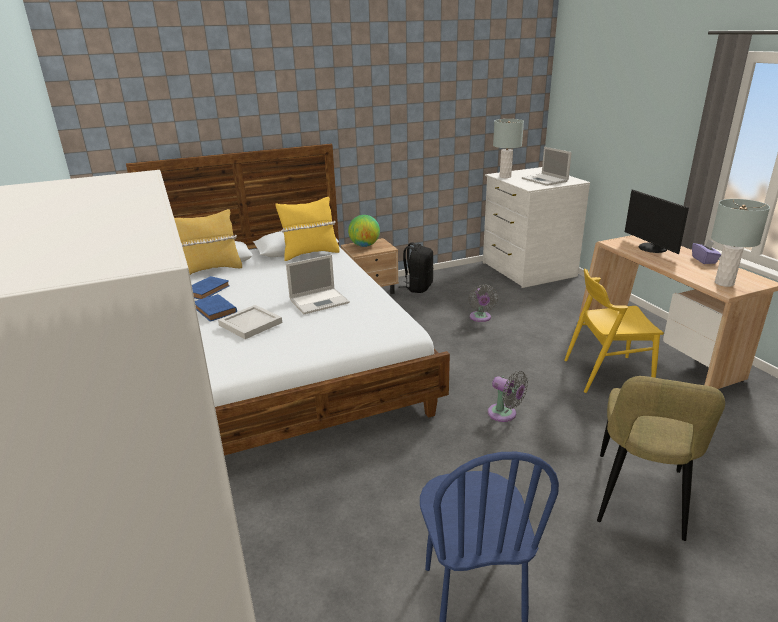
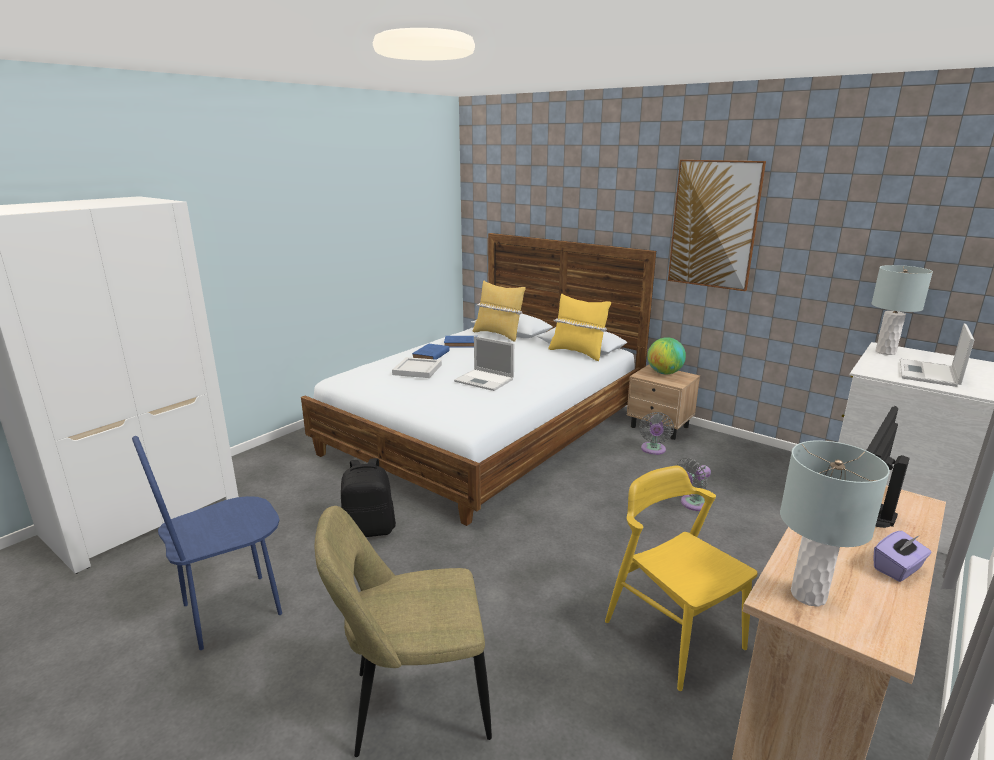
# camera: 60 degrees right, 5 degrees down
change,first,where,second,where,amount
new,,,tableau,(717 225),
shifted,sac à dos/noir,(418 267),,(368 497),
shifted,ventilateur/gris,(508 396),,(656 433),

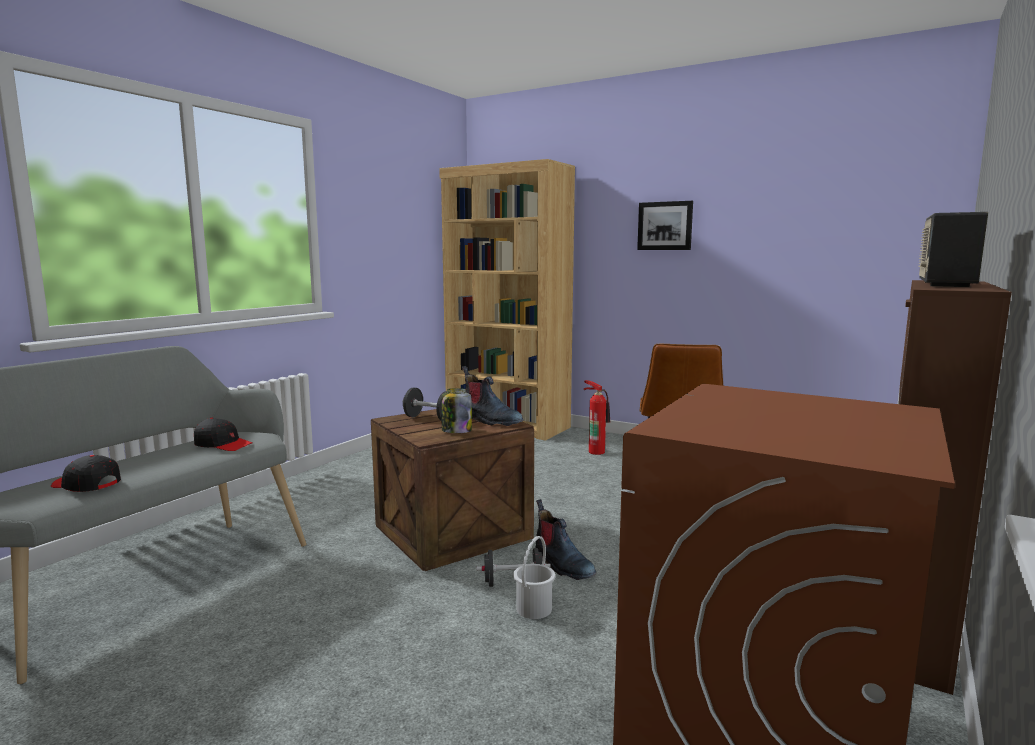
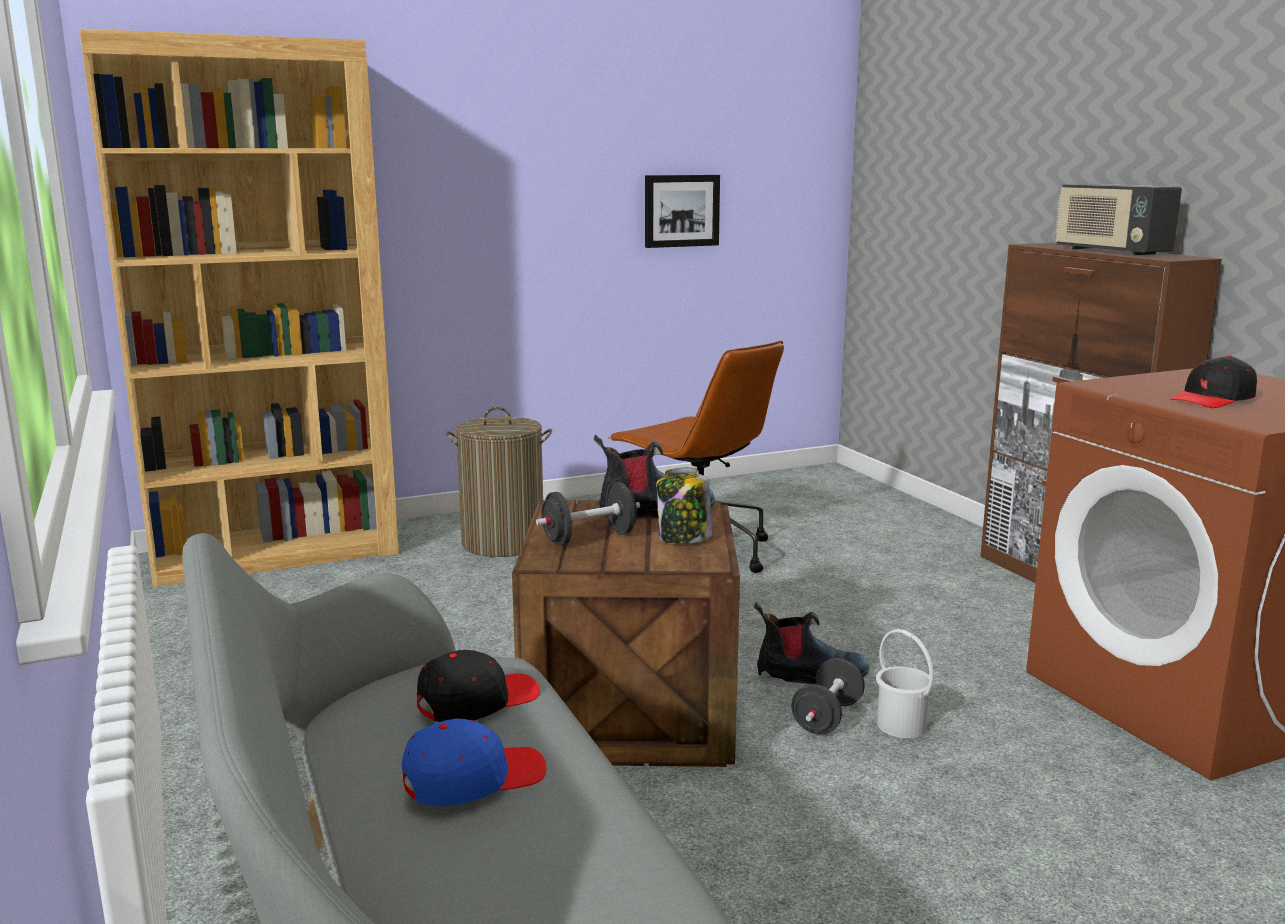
# camera: 55 degrees left, 5 degrees up
change,first,where,second,where,amount
new,,,casquette/bleu,(474 763),
shifted,casquette/noir,(86 473),,(1213 381),
shifted,tableau,(665 225),,(682 211),
swapped,extincteur,(597 417),panier à linge,(499 482),

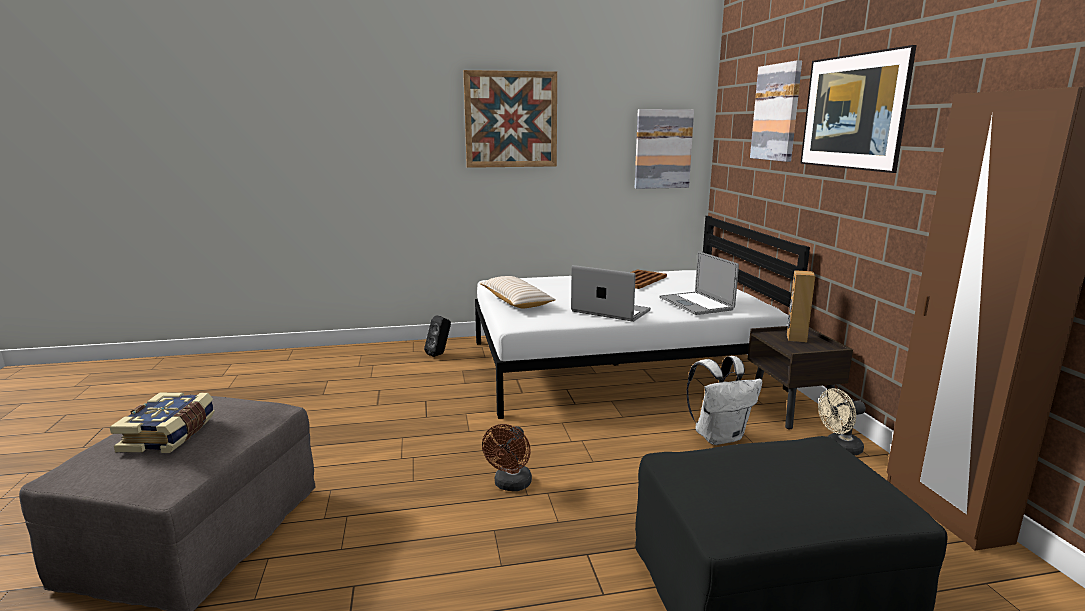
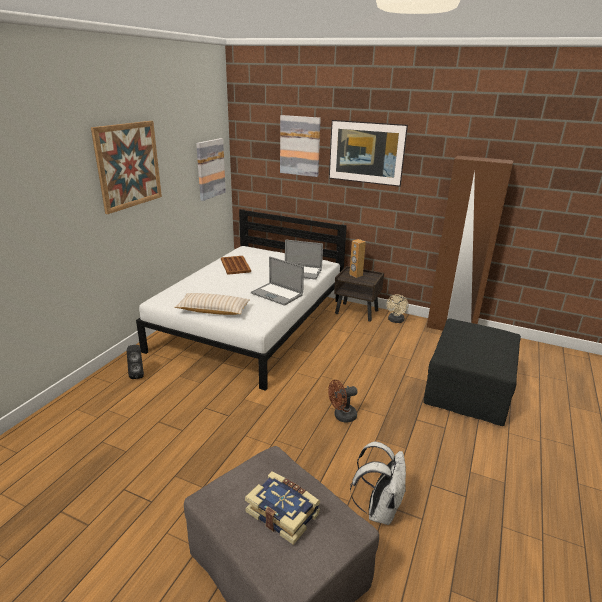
# camera: 55 degrees left, 10 degrees up
change,first,where,second,where,amount
shifted,sac à dos/blanc,(724 400),,(378 483),
rotated,ventilateur/marron,(507 457),,(343 401),105 degrees clockwise
rotated,ordinateur portable,(611 293),,(277 281),120 degrees counterclockwise

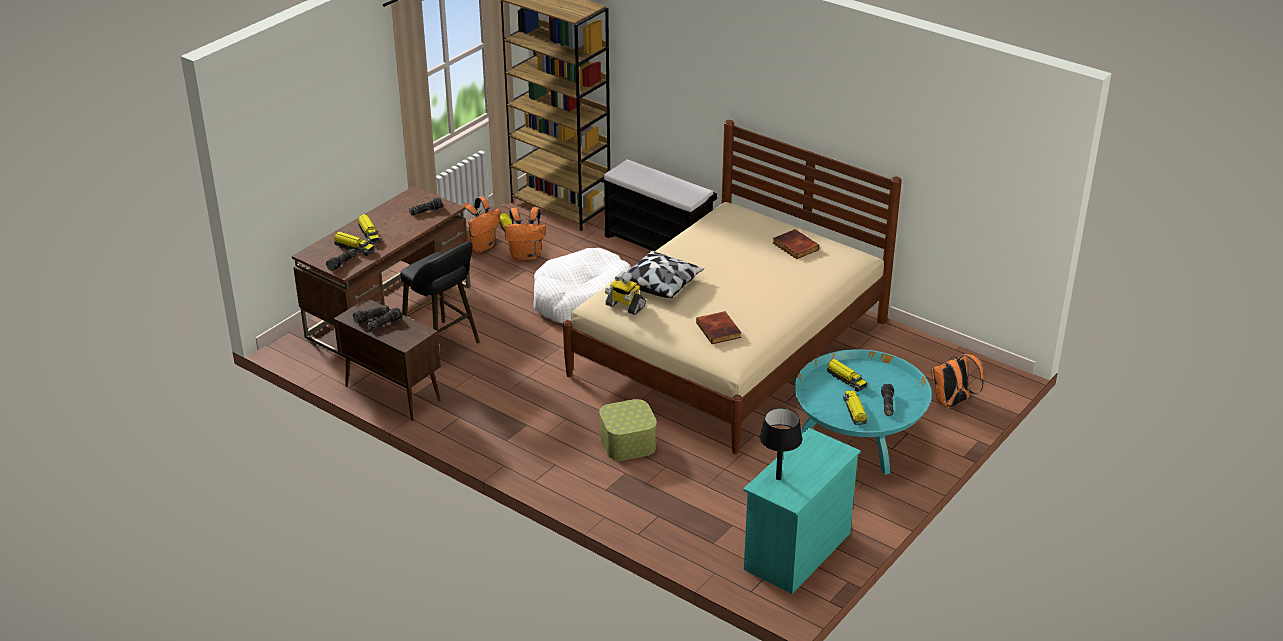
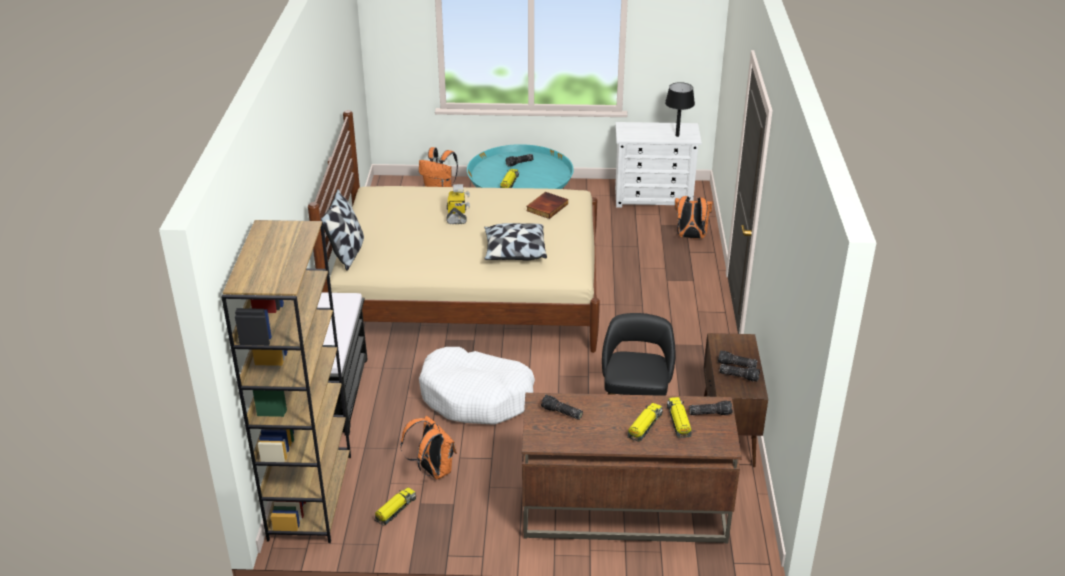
# camera: 125 degrees left, 0 degrees up
change,first,where,second,where,amount
gone,boîte de rangement,(628 430),,,
gone,livre,(796 244),,,
gone,camion jouet,(855 407),,,
new,,,coussin,(342 230),
shifted,sac à dos/orange,(479 224),,(694 217),
shifted,robot jouet,(625 293),,(458 204),
repainted,commode/turquoise,(802 511),commode/blanc,(658 164),

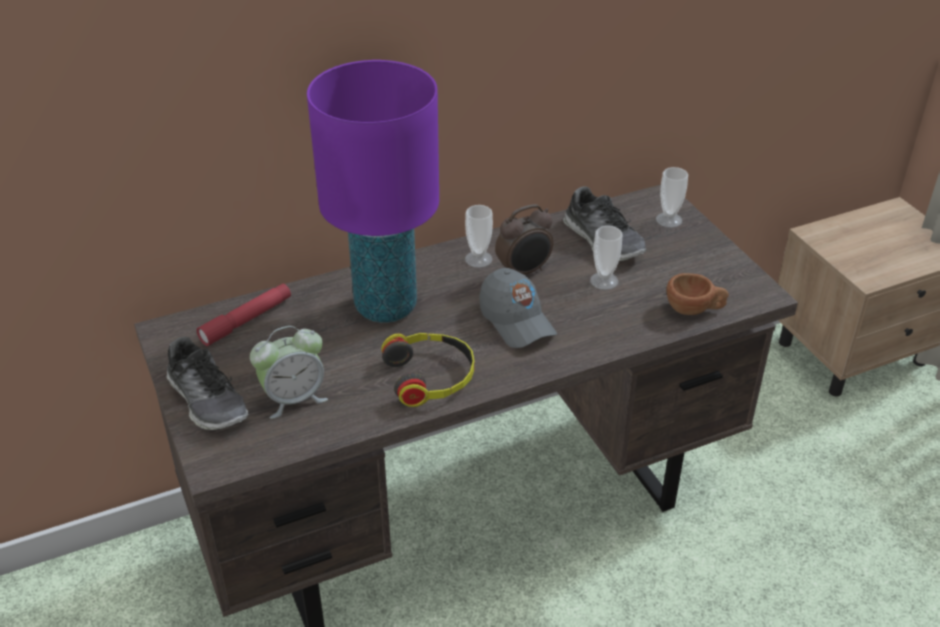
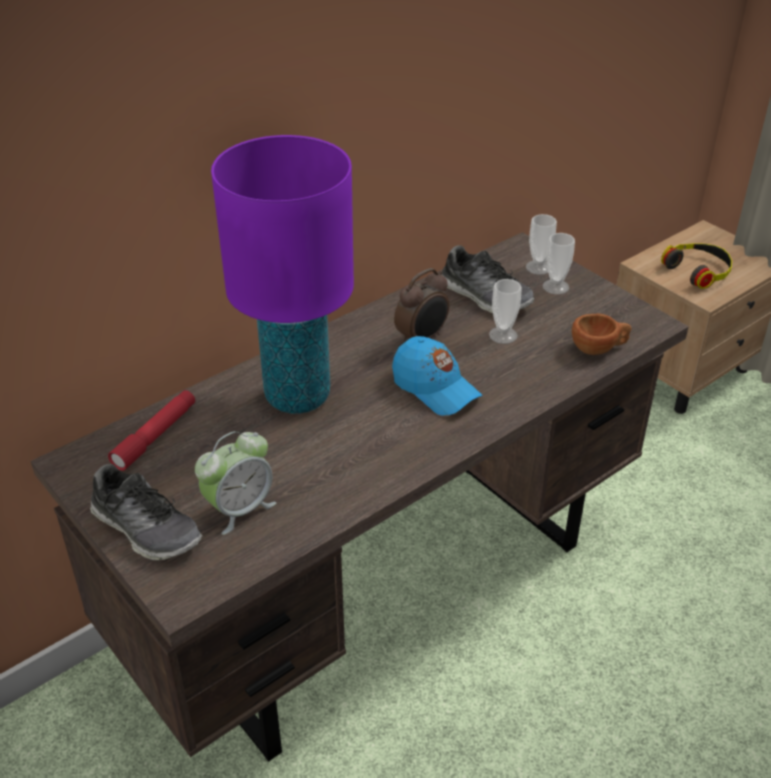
# camera: 15 degrees left, 0 degrees up
change,first,where,second,where,amount
shifted,casque audio,(427 370),,(696 266),
shifted,tasse,(479 236),,(558 264),
repainted,casquette/gris,(518 308),casquette/bleu,(437 375),

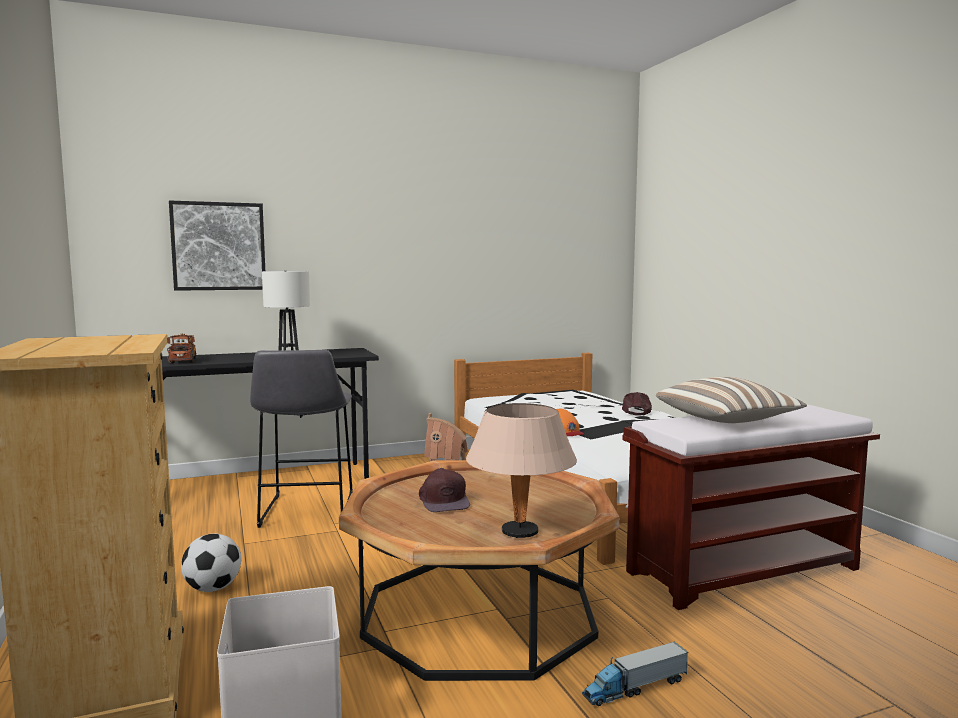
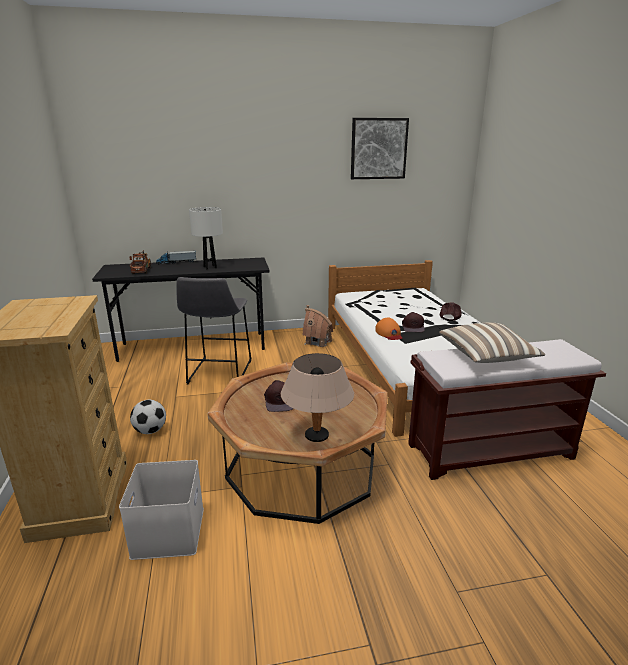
# camera: 10 degrees right, 15 degrees up
change,first,where,second,where,amount
new,,,casquette/marron,(413 322),
shifted,tableau,(217 245),,(380 148),
shifted,camion jouet,(635 674),,(176 257),

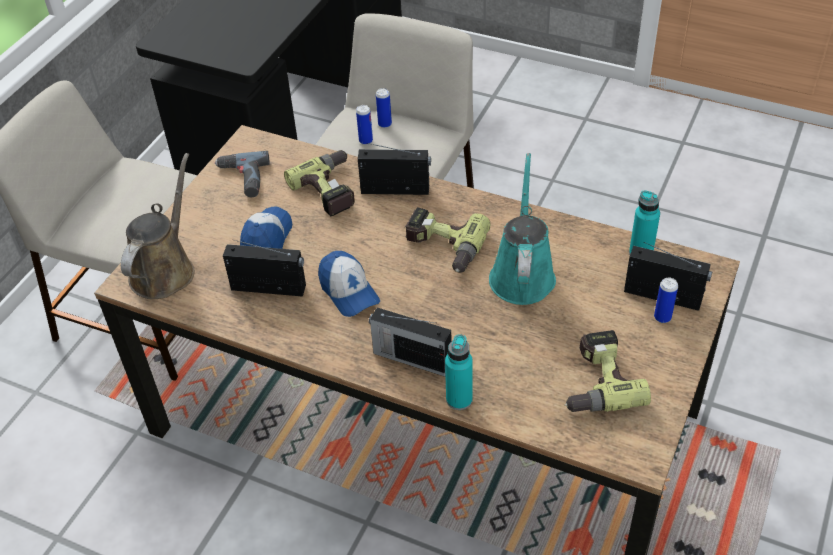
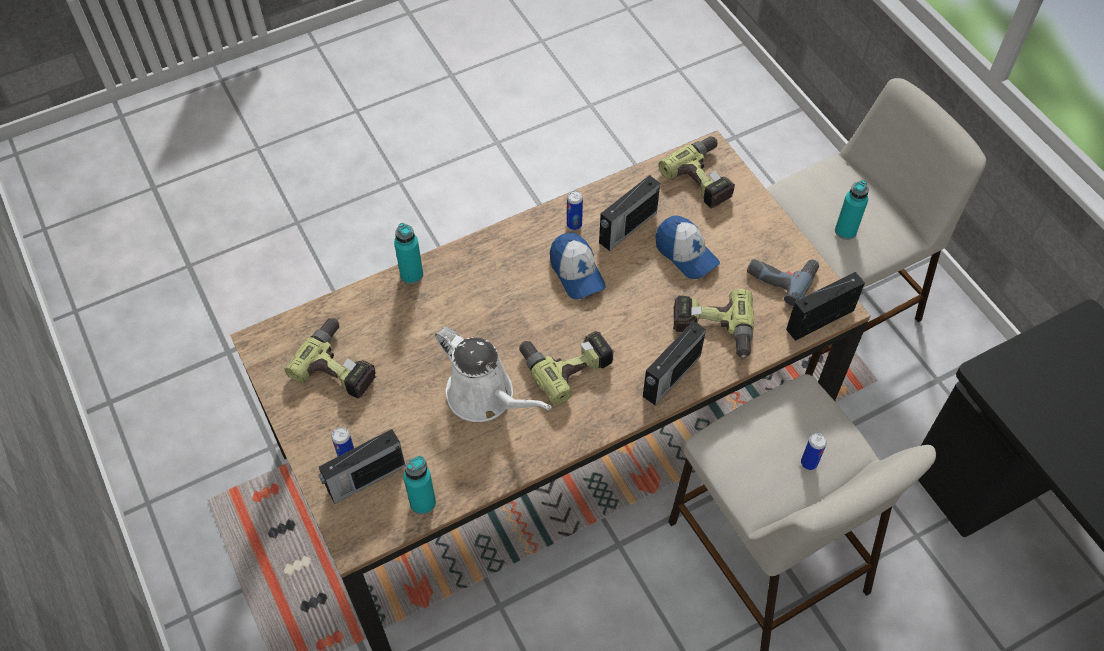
# camera: 125 degrees right, 10 degrees up
change,first,where,second,where,amount
new,,,bouteille/turquoise,(852 210),
shifted,boîte métallique,(364 125),,(575 210),
shifted,radio,(410 342),,(825 306),
swapped,arrosoir/marron,(158 226),perceuse,(697 172),
repainted,arrosoir/turquoise,(522 229),arrosoir/blanc,(493 374),
rotated,casquette,(349 284),,(578 266),120 degrees counterclockwise

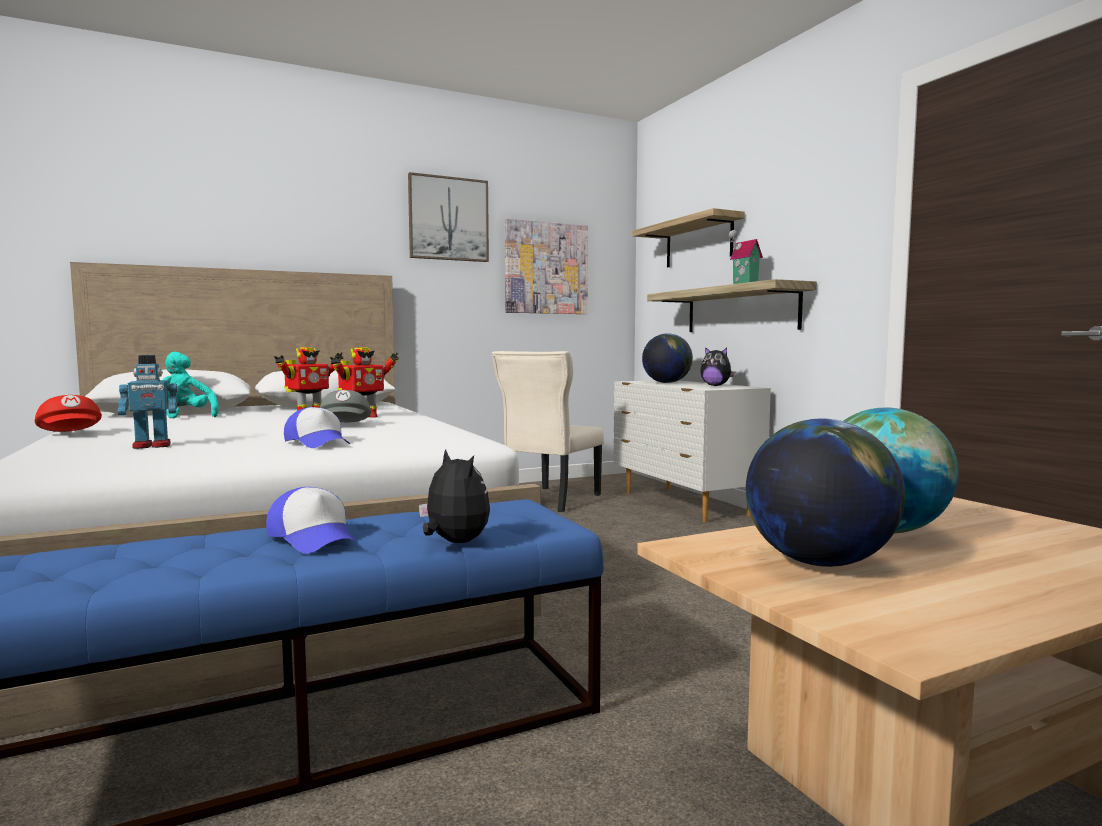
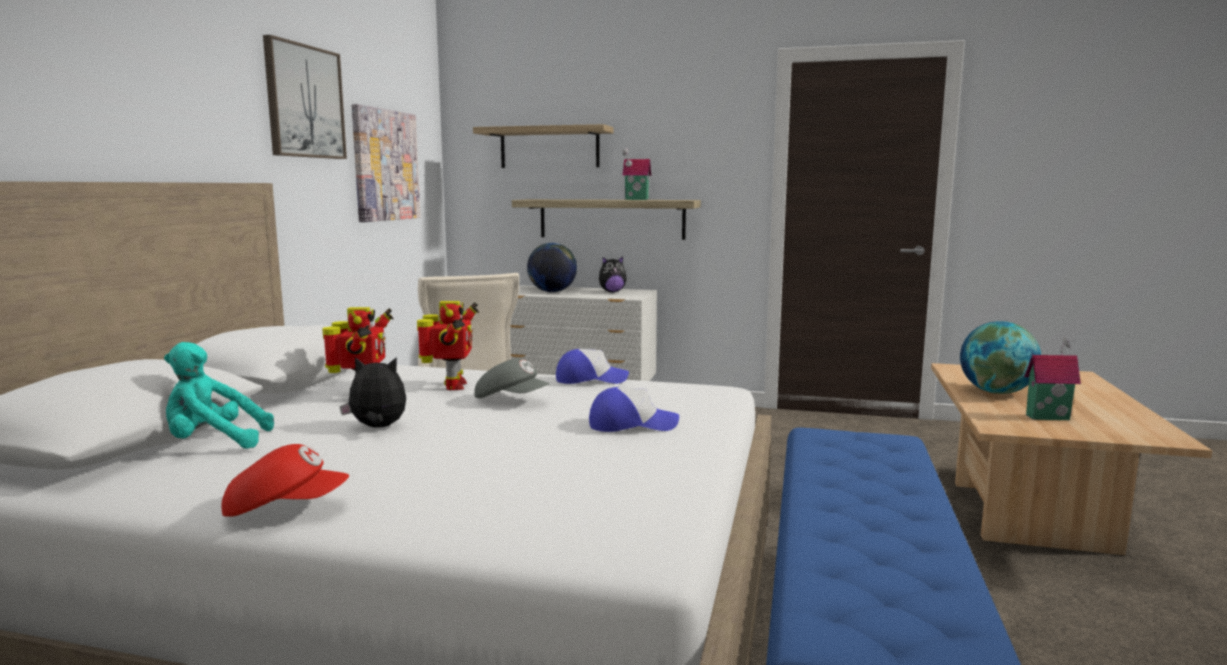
# camera: 50 degrees left, 5 degrees up
change,first,where,second,where,amount
gone,robot jouet,(147 402),,,
shifted,casquette,(311 520),,(592 366),
shifted,peluche,(454 496),,(372 392),
swapped,globe,(825 492),maison miniature,(1052 378),

